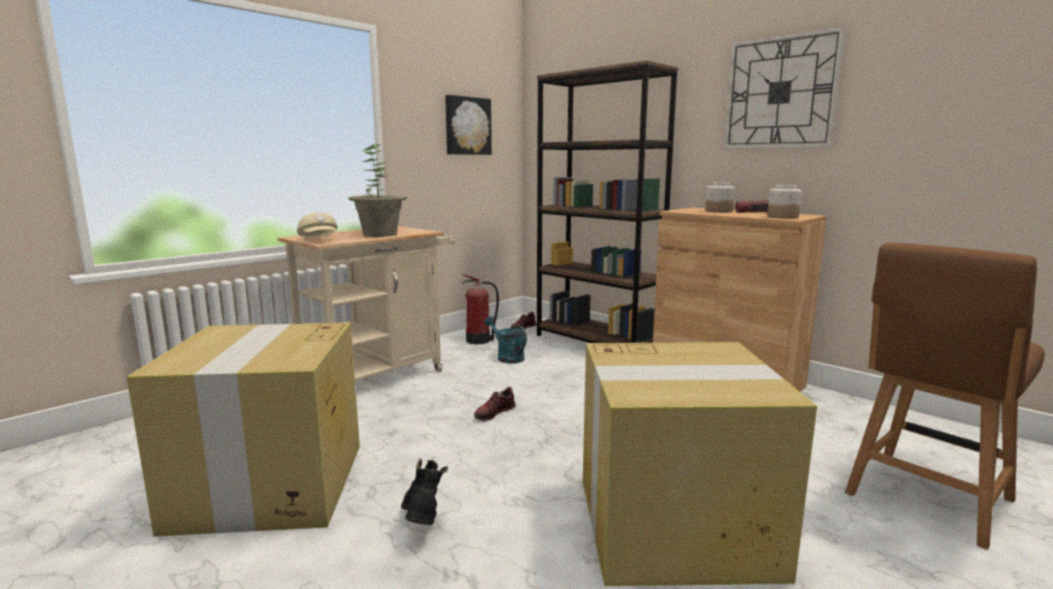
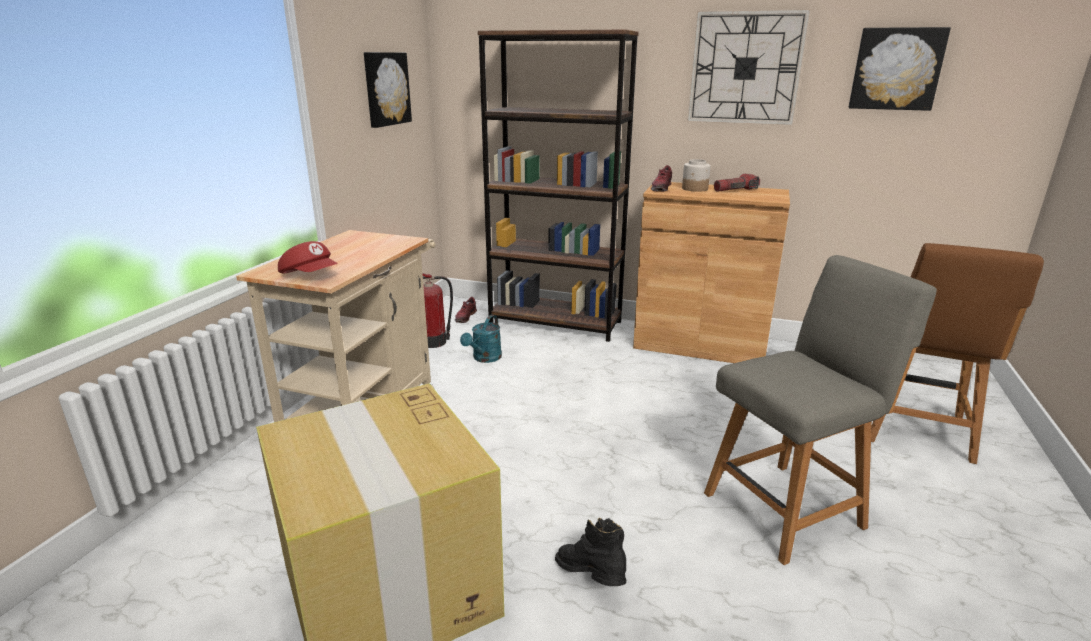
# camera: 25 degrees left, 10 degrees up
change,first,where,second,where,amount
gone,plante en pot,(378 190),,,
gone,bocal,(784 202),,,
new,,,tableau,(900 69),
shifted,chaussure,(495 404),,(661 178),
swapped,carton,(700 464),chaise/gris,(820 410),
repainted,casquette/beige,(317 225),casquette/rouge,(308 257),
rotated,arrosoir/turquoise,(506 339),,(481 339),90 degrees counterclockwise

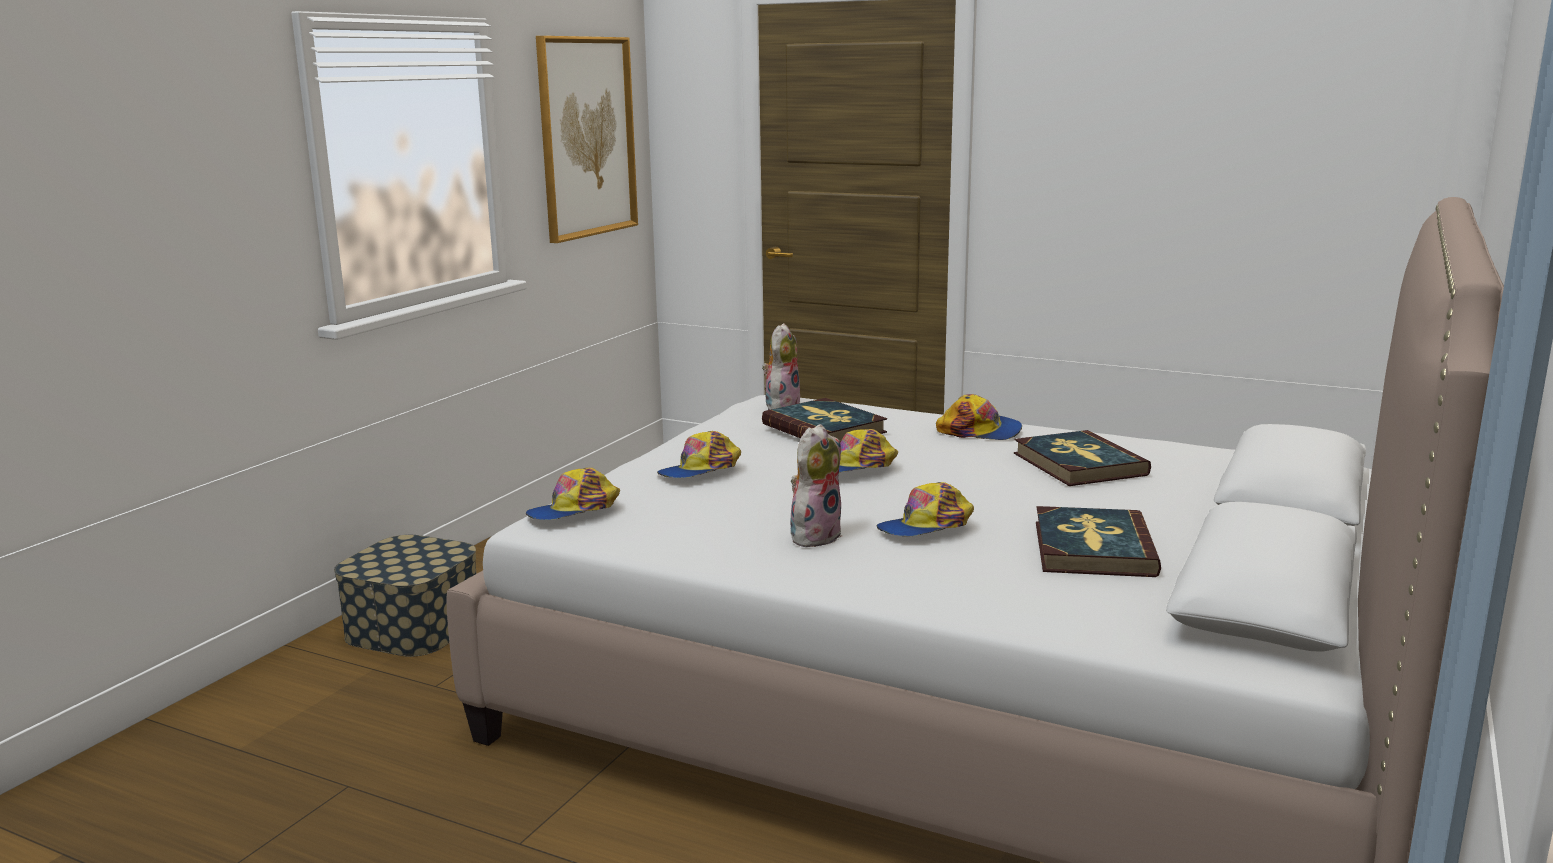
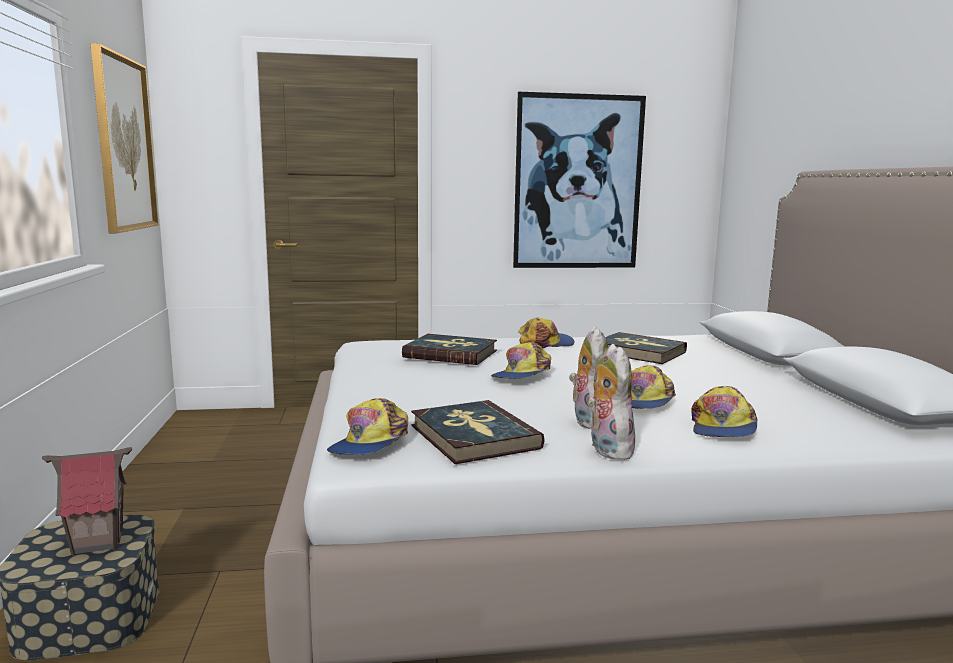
# camera: 35 degrees left, 5 degrees down
change,first,where,second,where,amount
new,,,maison miniature,(87 501),
new,,,tableau,(579 180),
shifted,casquette,(699 454),,(724 411),
shifted,peluche,(781 366),,(611 402),
shifted,livre,(1098 541),,(478 432),

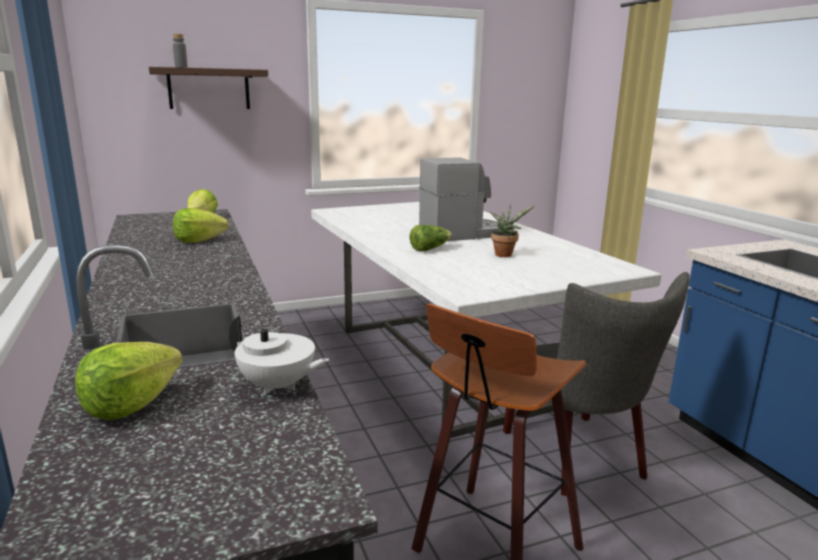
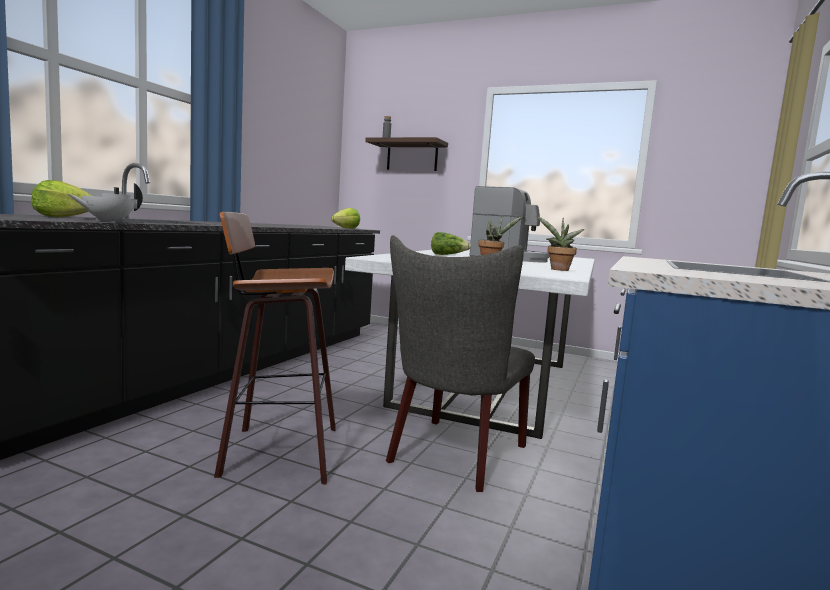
# camera: 45 degrees right, 10 degrees down
change,first,where,second,where,amount
gone,laitue,(201 225),,,
new,,,plante en pot,(561 243),
rotated,théière/blanc,(279 355),,(106 202),60 degrees clockwise

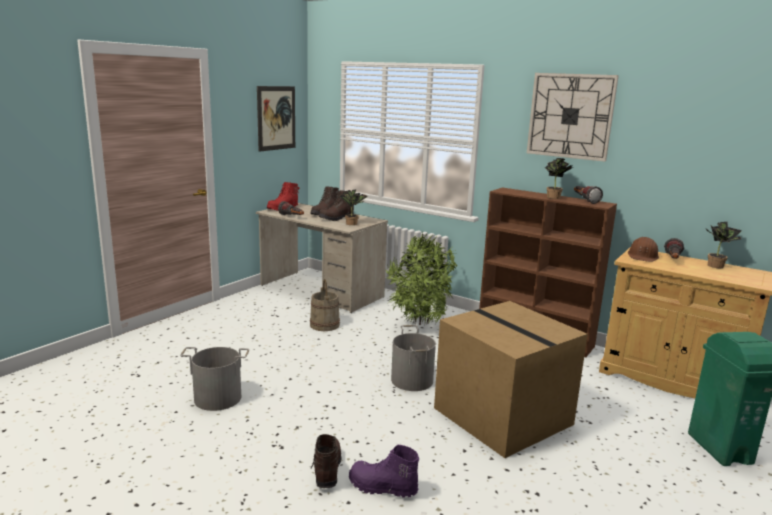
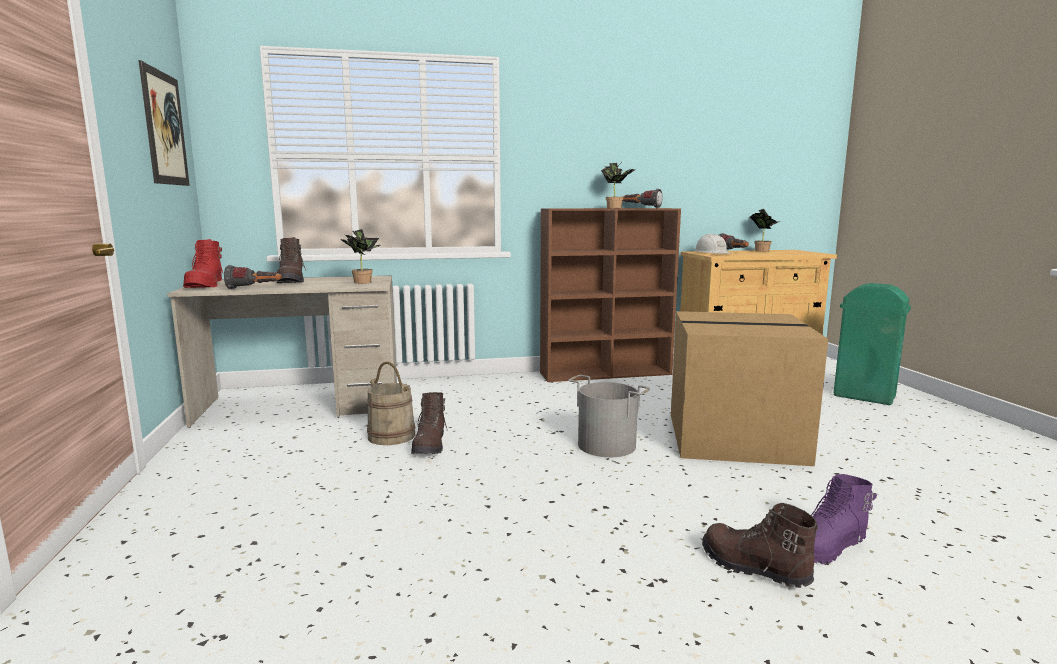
# camera: 45 degrees left, 5 degrees down
change,first,where,second,where,amount
gone,seau/gris,(214 379),,,
gone,plante en pot,(421 279),,,
gone,horloge murale,(573 117),,,
shifted,botte/marron,(336 205),,(429 423),
repainted,casque de chantier/marron,(643 249),casque de chantier/blanc,(713 244),

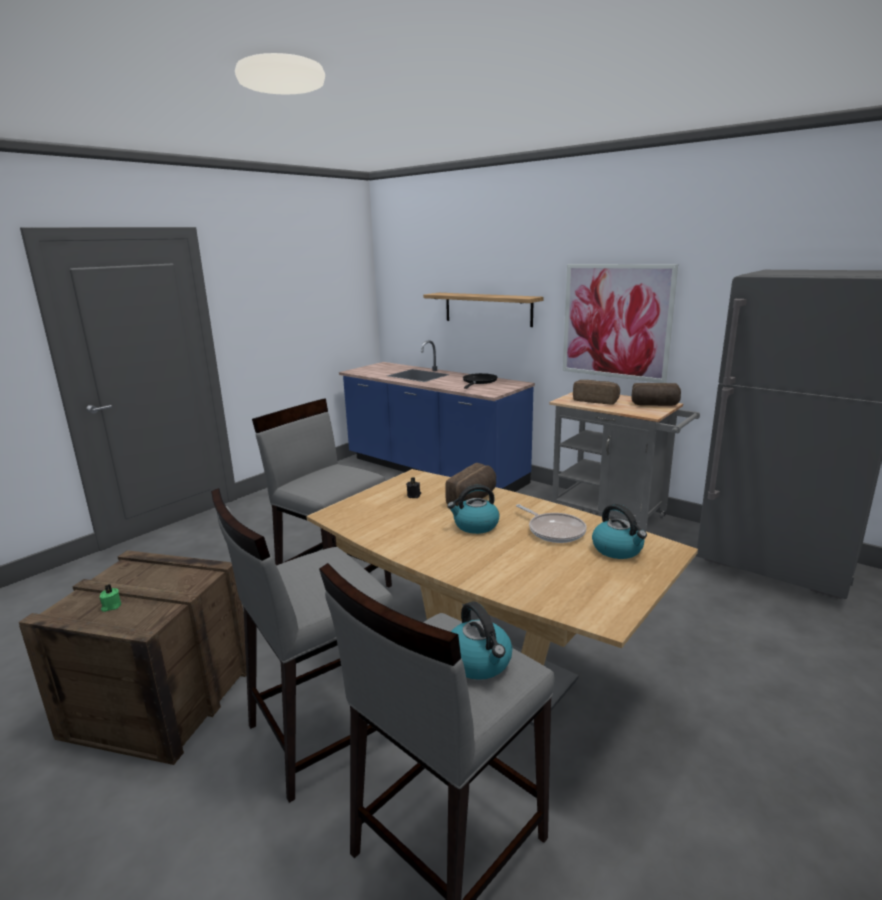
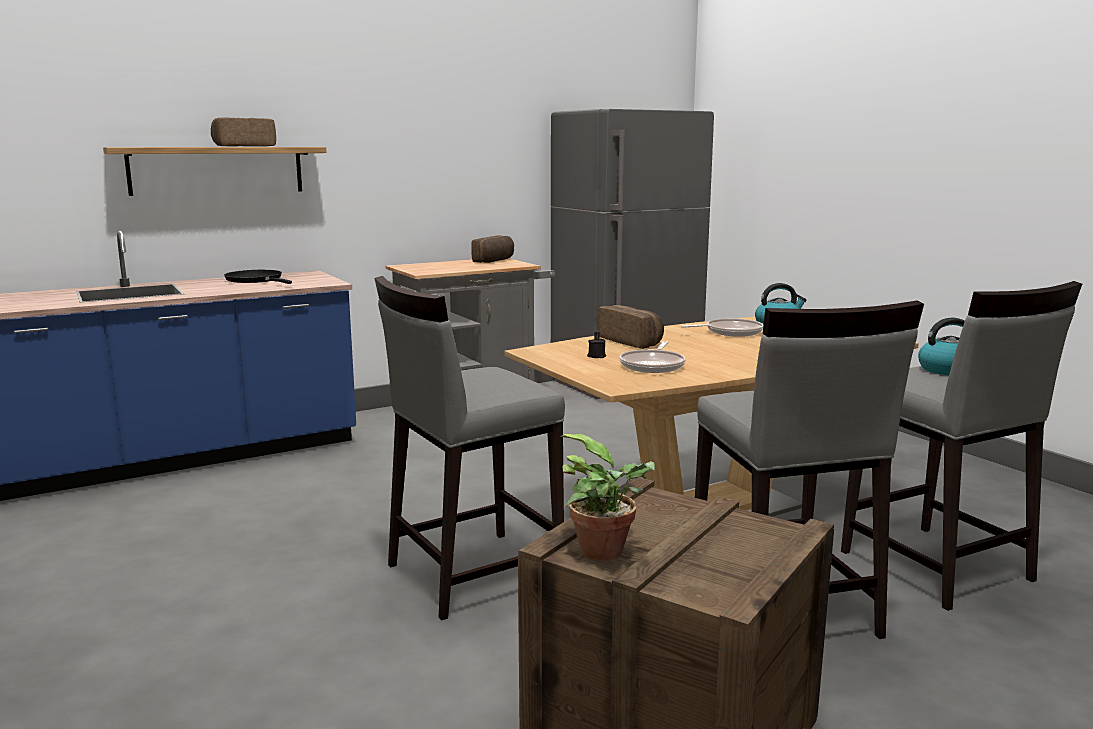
# camera: 70 degrees left, 5 degrees down
change,first,where,second,where,amount
gone,bougie/vert,(110 598),,,
gone,bouilloire,(473 509),,,
gone,tableau,(620 323),,,
new,,,plante en pot,(607 497),
new,,,poêle,(652 357),
shifted,pain,(596 392),,(243 132),

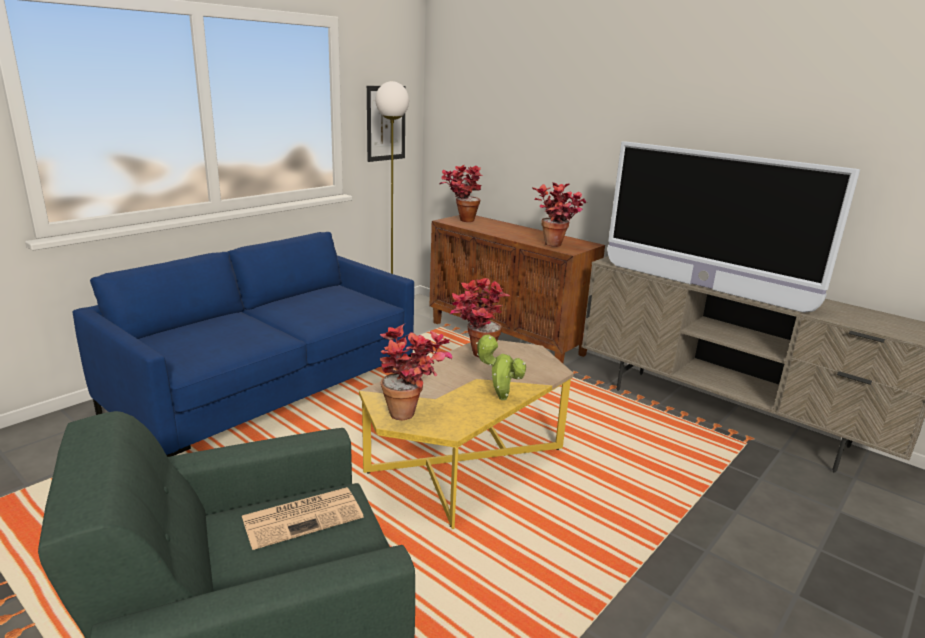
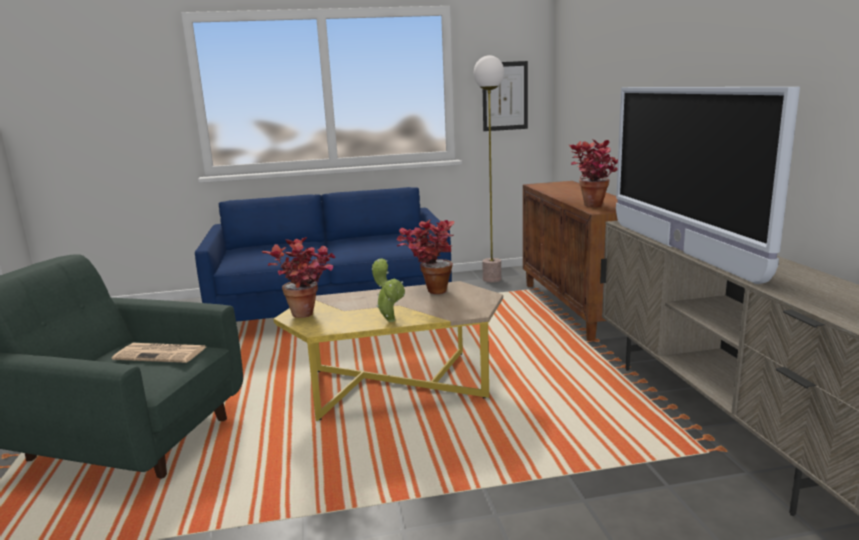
# camera: 40 degrees right, 5 degrees down
change,first,where,second,where,amount
gone,plante en pot,(461 193),,,

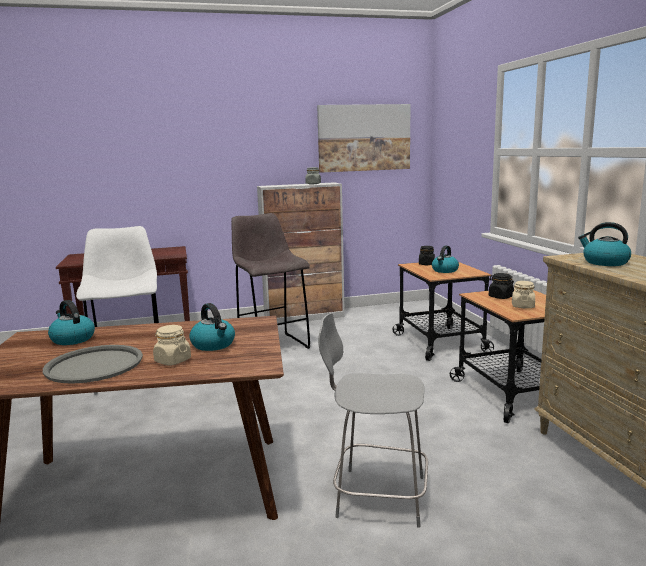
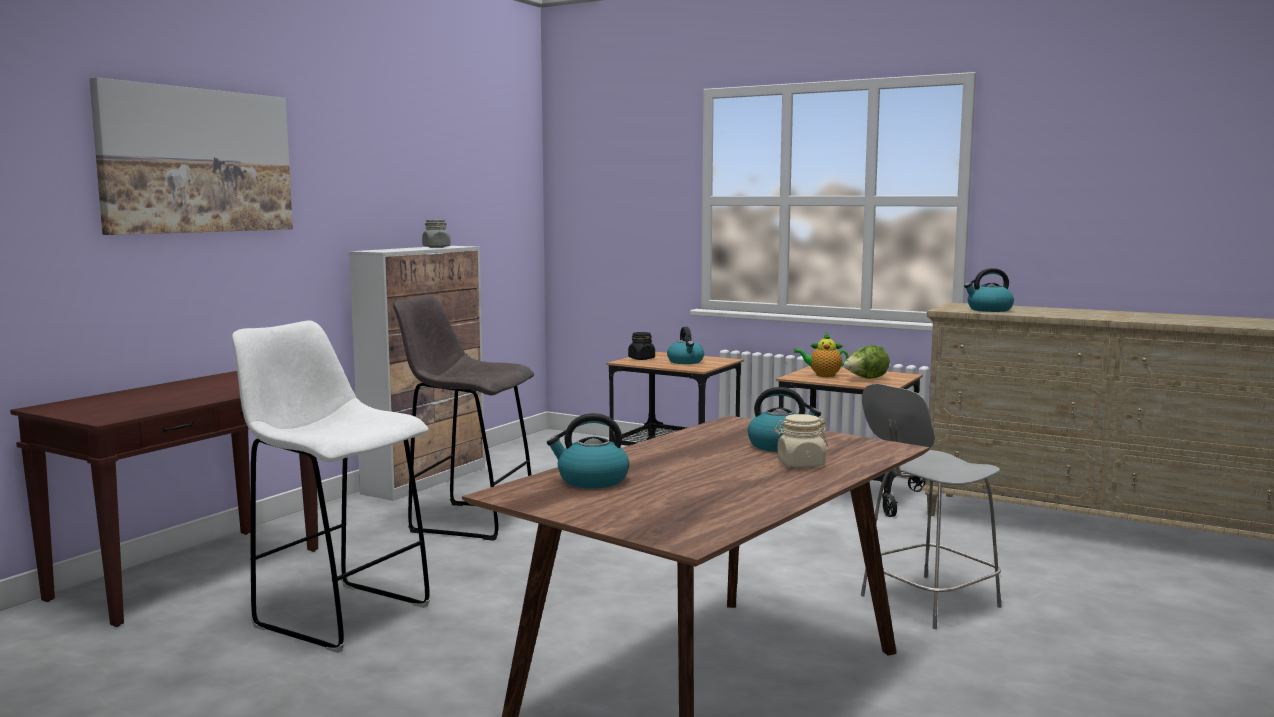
# camera: 45 degrees left, 5 degrees down
change,first,where,second,where,amount
gone,plateau/gris,(93 364),,,
shifted,tableau,(364 138),,(191 156),
swapped,bocal/noir,(501 286),théière,(821 354),
swapped,bocal/beige,(523 294),laitue,(867 362),

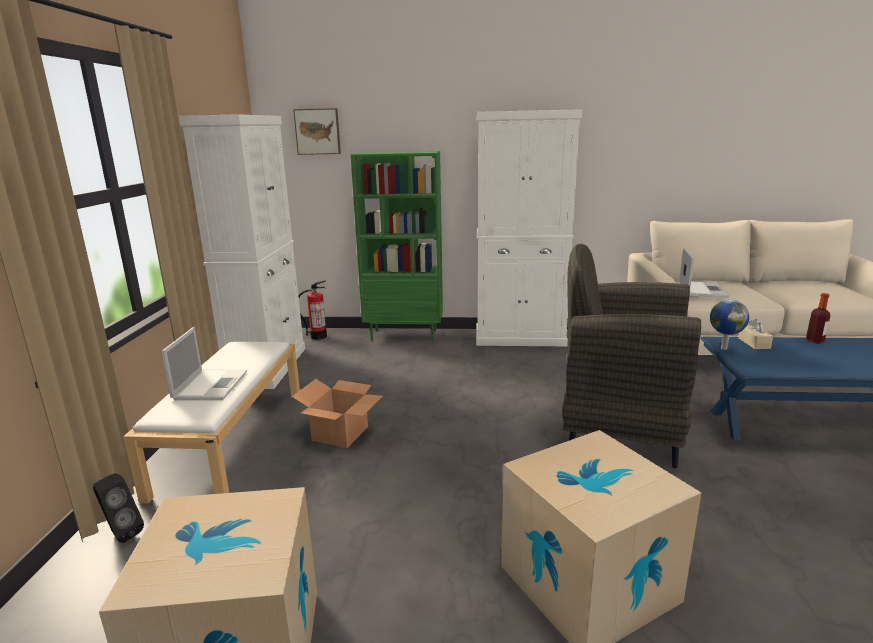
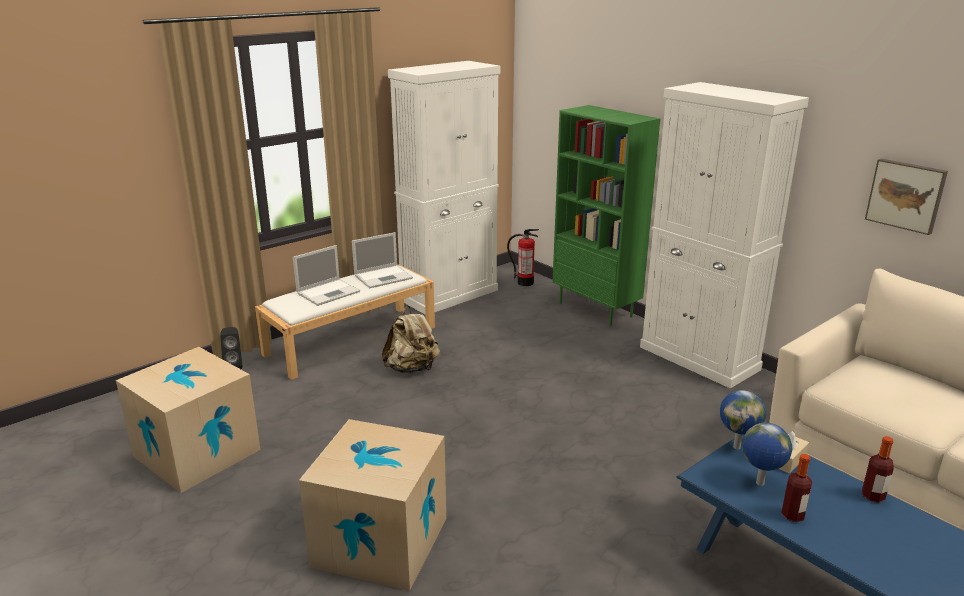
# camera: 45 degrees right, 5 degrees up
change,first,where,second,where,amount
gone,fauteuil/gris,(631 356),,,
new,,,globe,(767 454),
new,,,bouteille,(796 488),
shifted,tableau,(317 131),,(906 196),
shifted,ordinateur portable,(704 273),,(382 260),
swapped,carton,(337 413),sac à dos/beige,(411 339),

